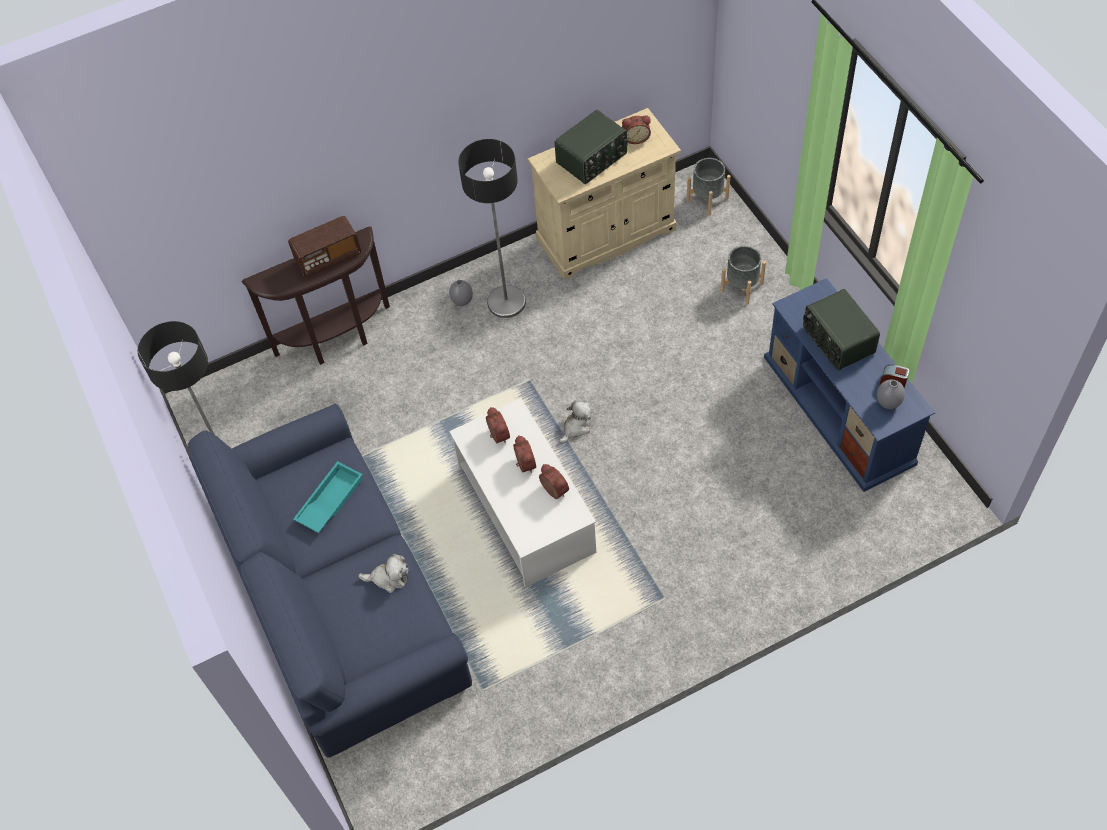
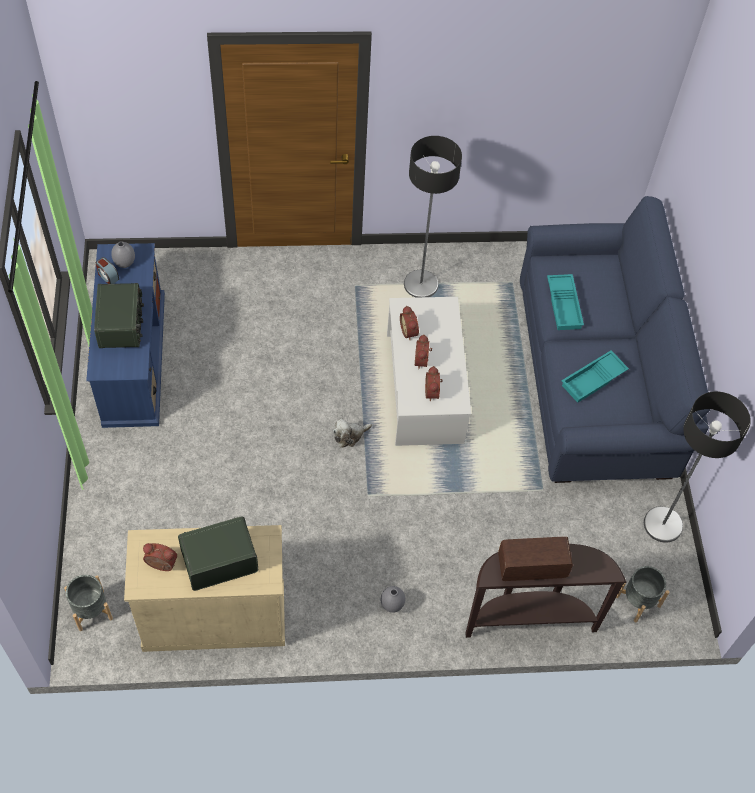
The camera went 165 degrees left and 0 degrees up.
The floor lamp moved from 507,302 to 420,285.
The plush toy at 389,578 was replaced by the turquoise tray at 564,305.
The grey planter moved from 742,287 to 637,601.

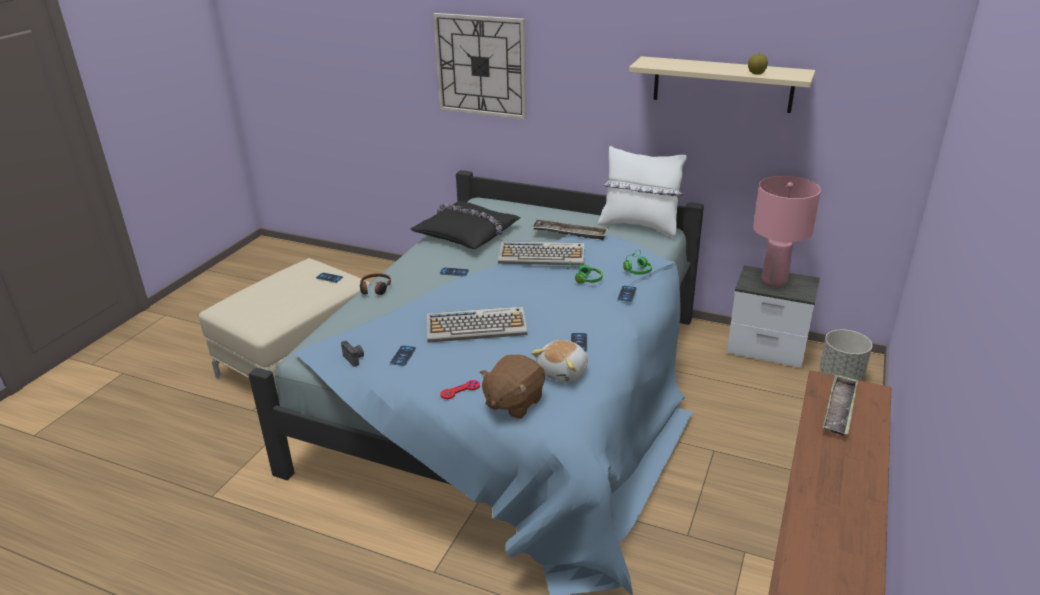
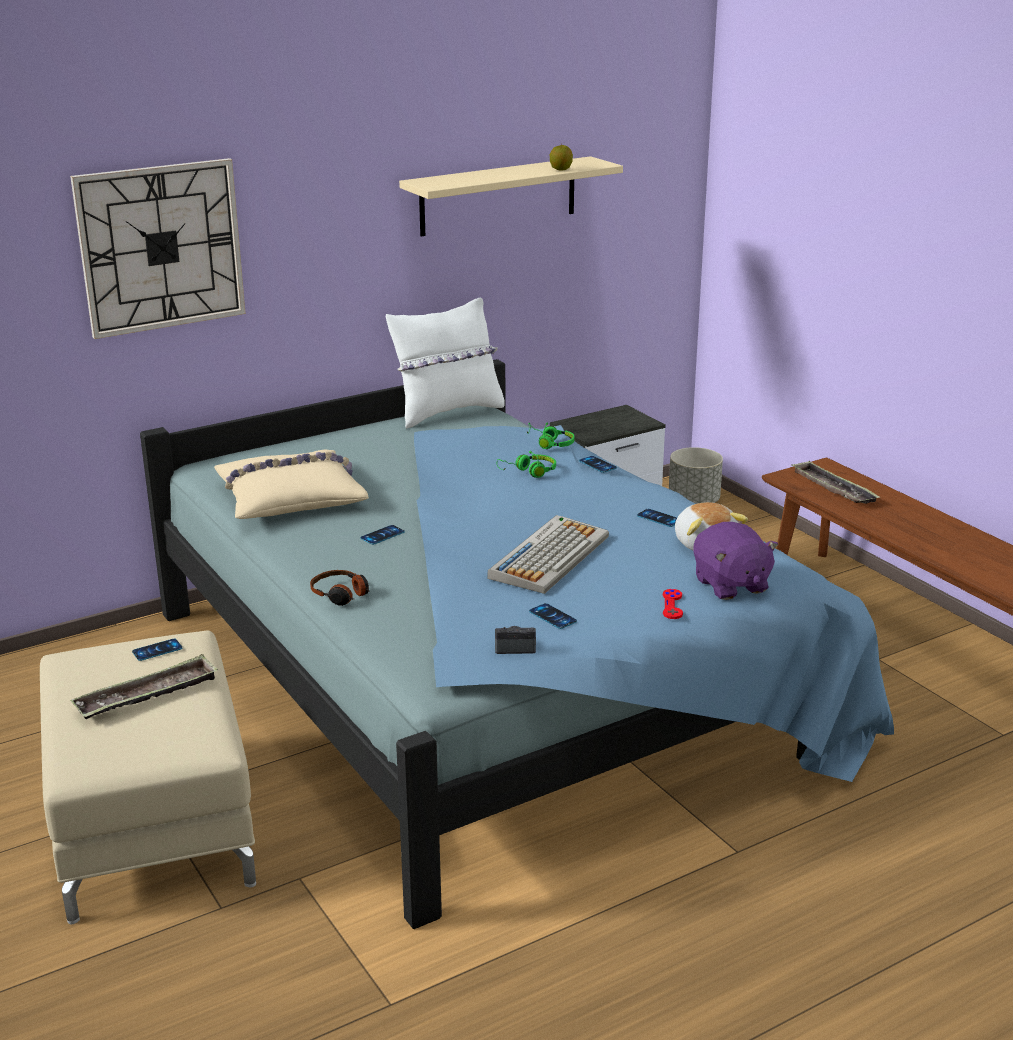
The camera went 55 degrees left and 5 degrees down.
The tray moved from 570,233 to 147,695.
The black pillow at 467,233 became the beige pillow at 290,498.
The brown plush toy at 513,402 became the purple plush toy at 730,585.
The keyboard at 542,255 disappeared.
The pink table lamp at 774,281 disappeared.

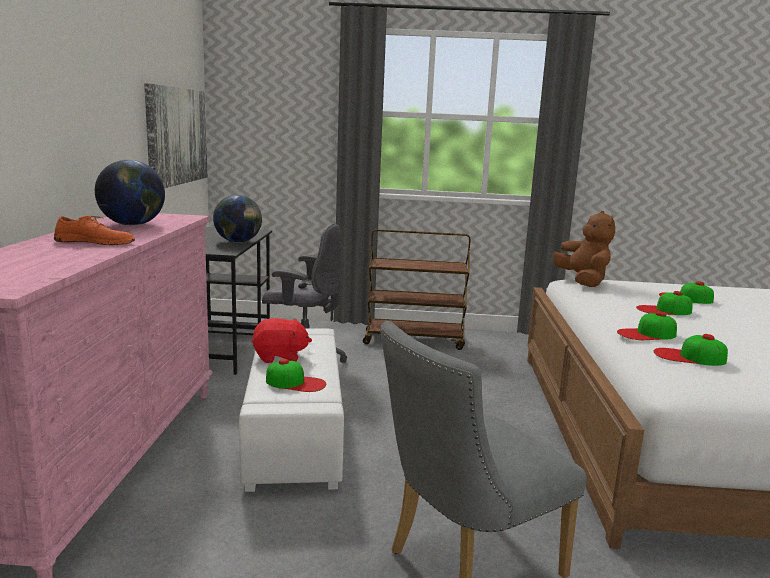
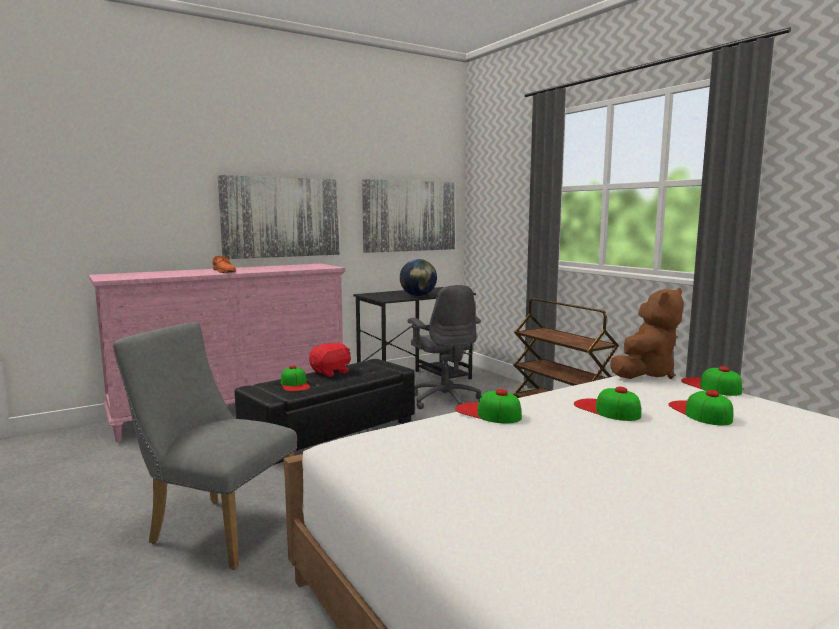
The camera went 55 degrees right and 5 degrees down.
The picture at 281,217 appeared.
The white ottoman at 293,431 became the black ottoman at 330,432.
The red plush toy at 280,357 turned 90 degrees counterclockwise.
The cap moved from 689,357 to 711,386.
The globe at 132,225 disappeared.

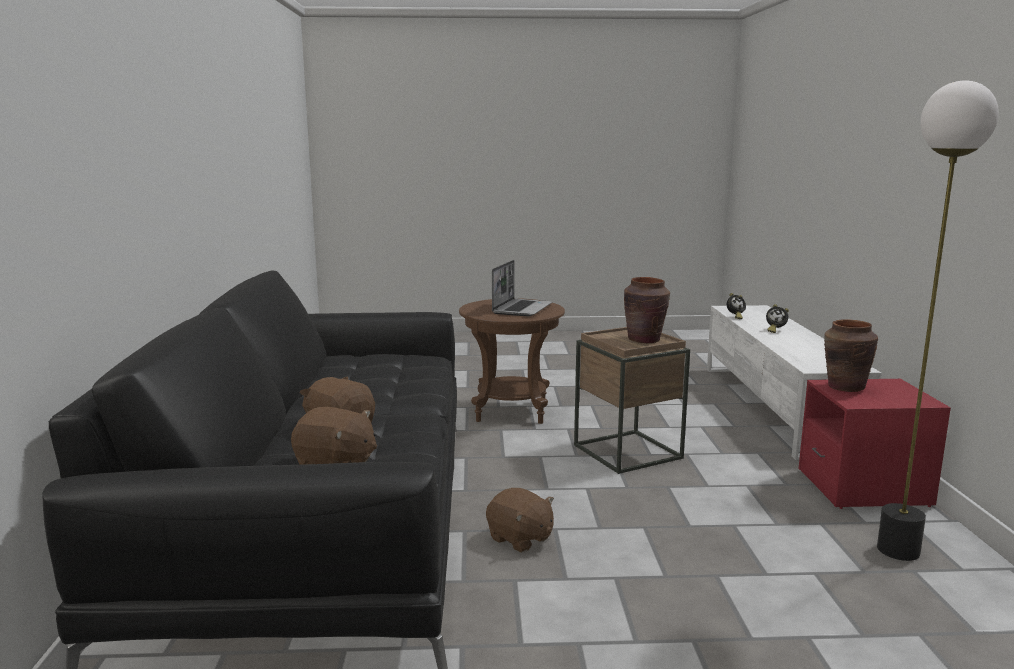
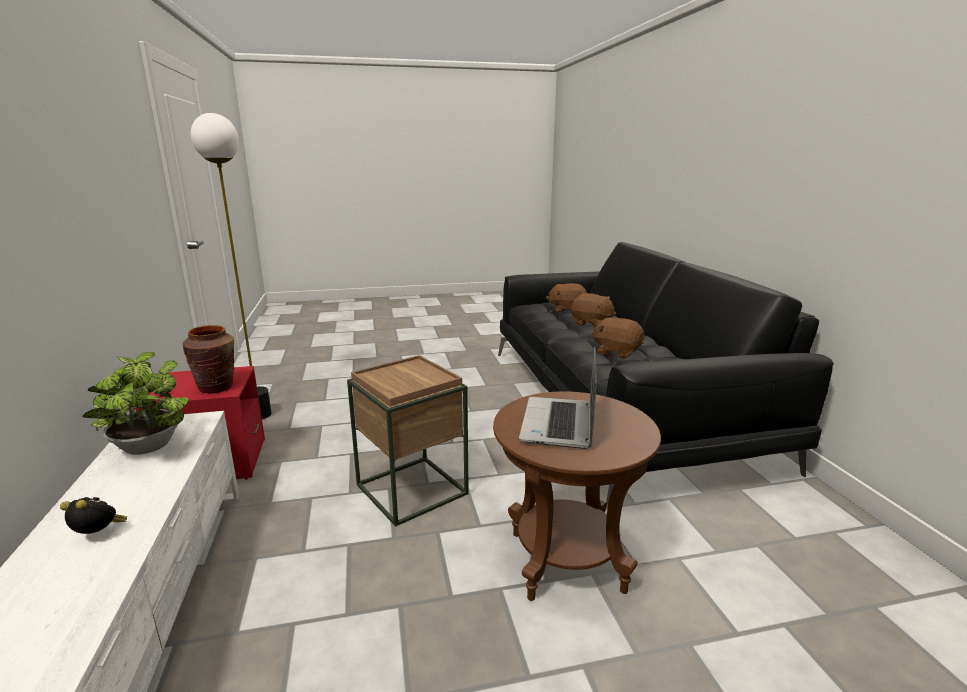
The camera went 170 degrees right and 5 degrees up.
The potted plant at 147,449 appeared.
The brown plush toy moved from 520,539 to 617,352.
The brown vase at 644,339 disappeared.
The alarm clock at 735,317 disappeared.

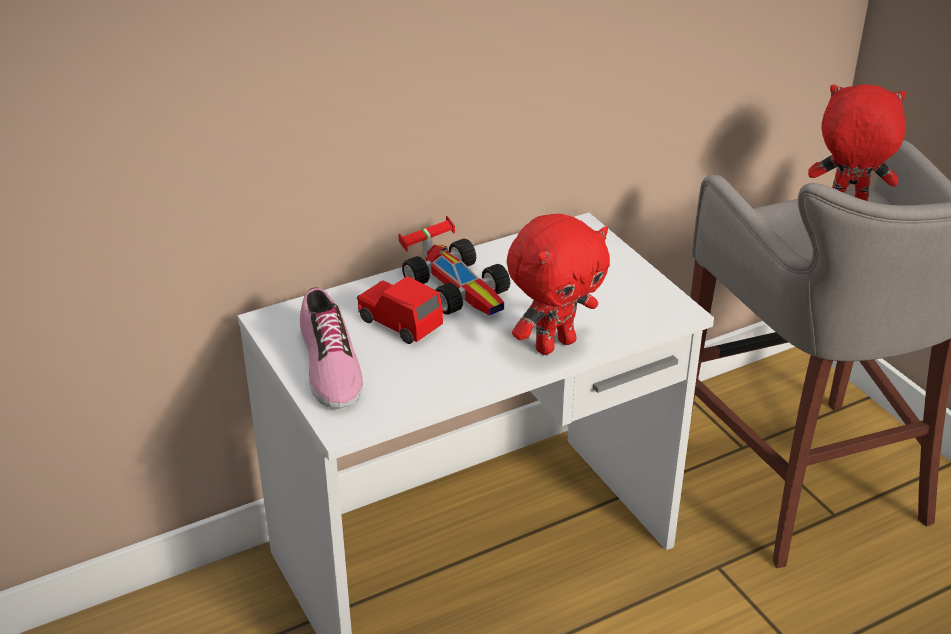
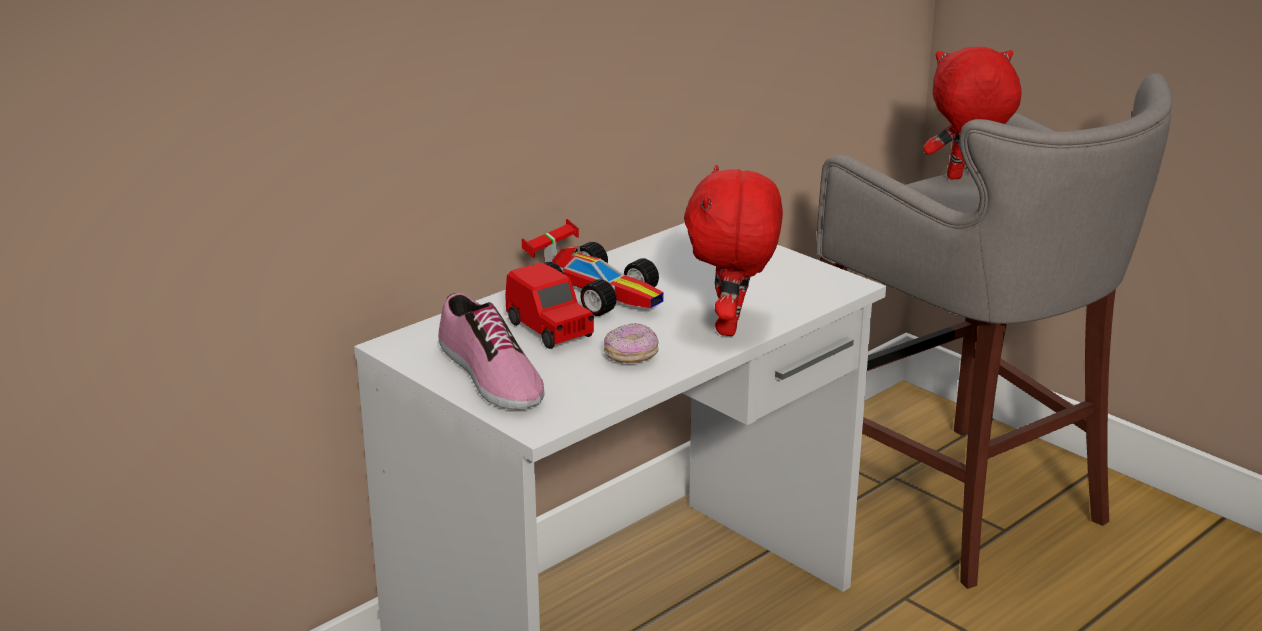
The camera went 15 degrees left and 10 degrees down.
The red toy car at 399,323 turned 150 degrees counterclockwise.
The donut at 631,356 appeared.
The red plush toy at 554,344 turned 150 degrees clockwise.

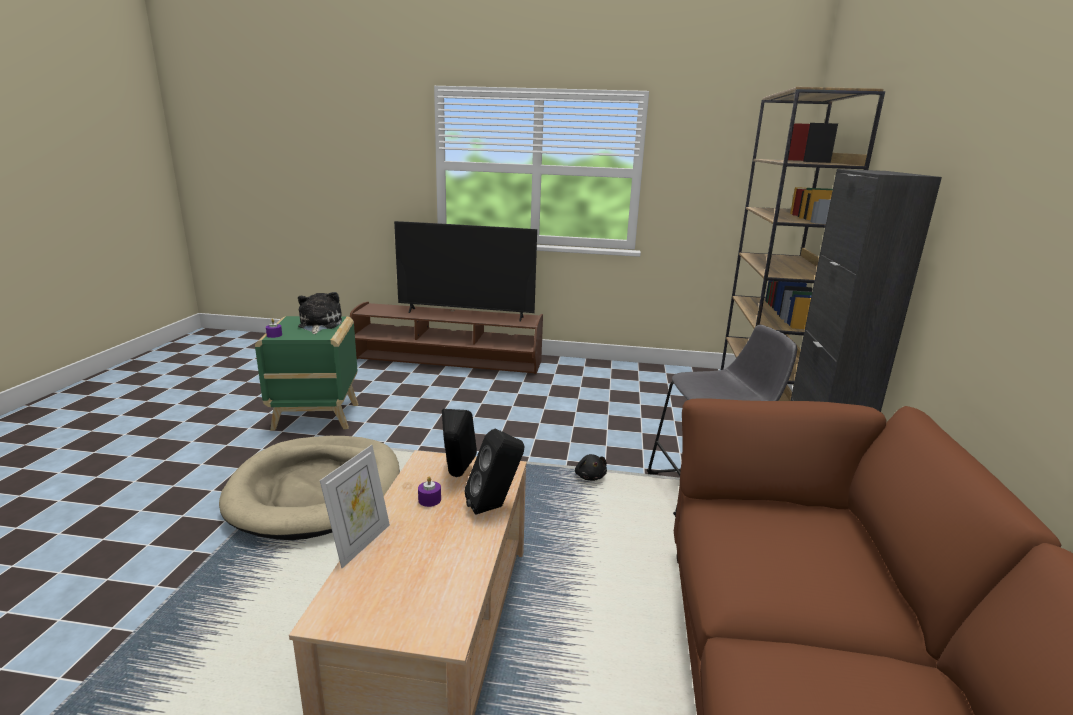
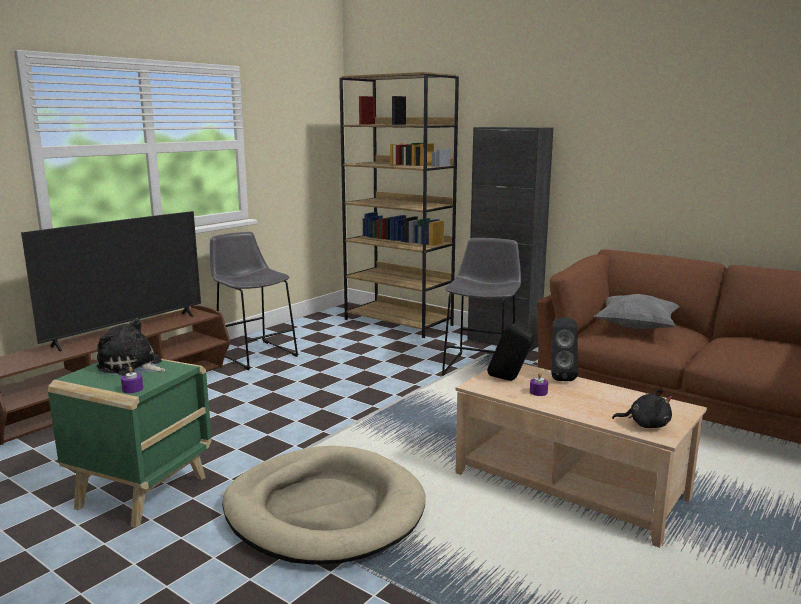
The camera went 60 degrees left and 5 degrees down.
The grey stool at 254,353 appeared.
The grey pillow at 636,328 appeared.
The black plush toy moved from 590,476 to 645,425.
The picture frame at 360,543 disappeared.

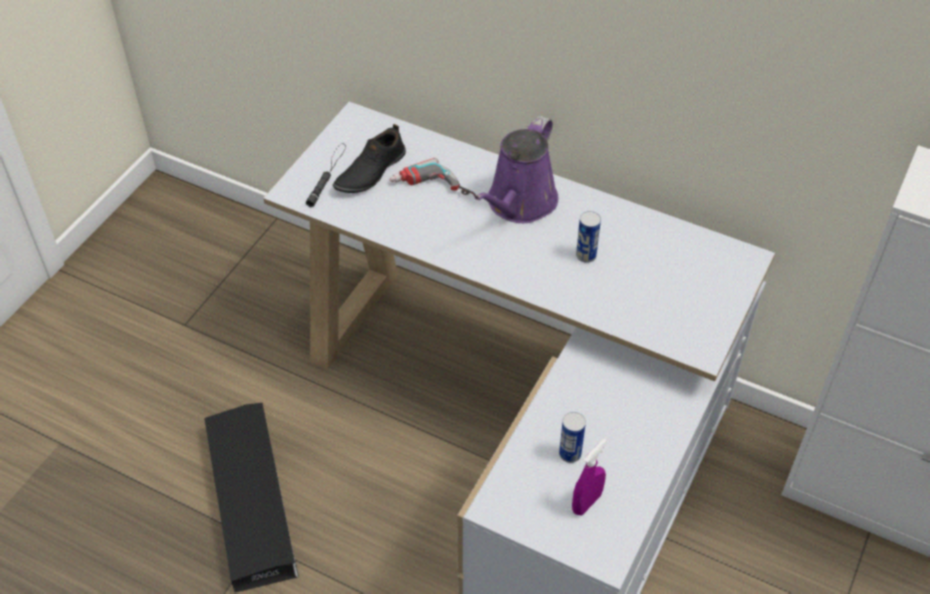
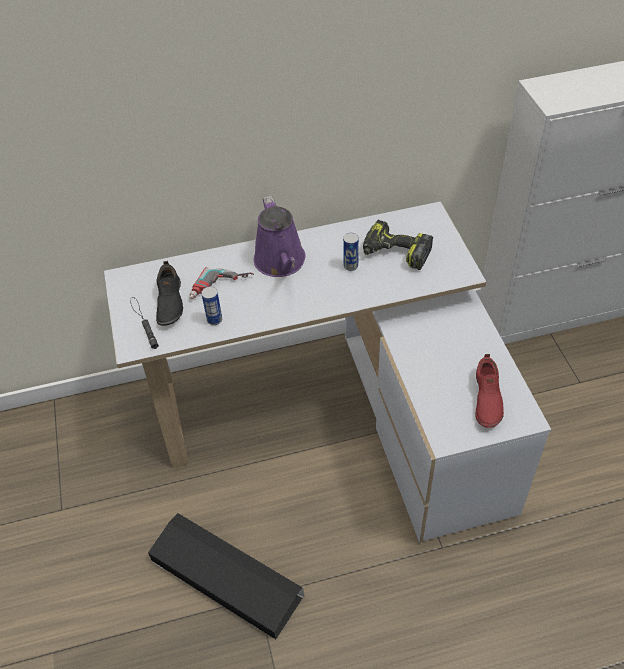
The camera went 40 degrees left and 0 degrees up.
The can moved from 570,454 to 214,320.
The power drill at 395,253 appeared.
The purple spray bottle at 586,503 was replaced by the red shoe at 486,399.

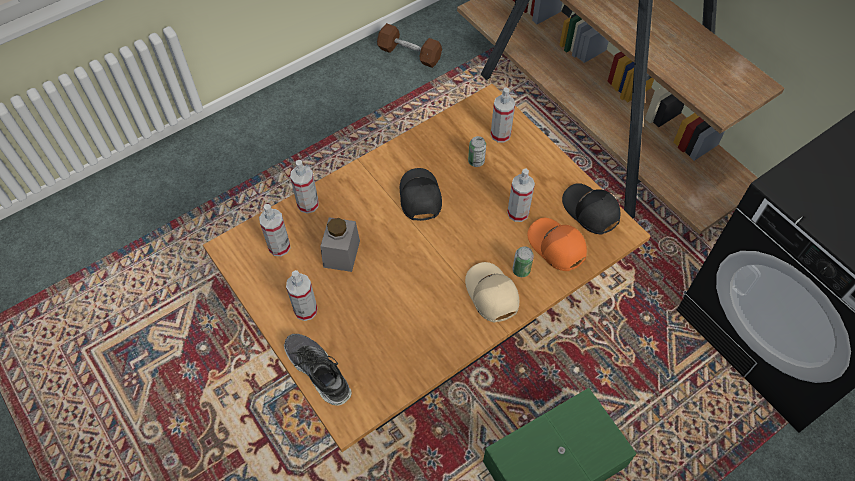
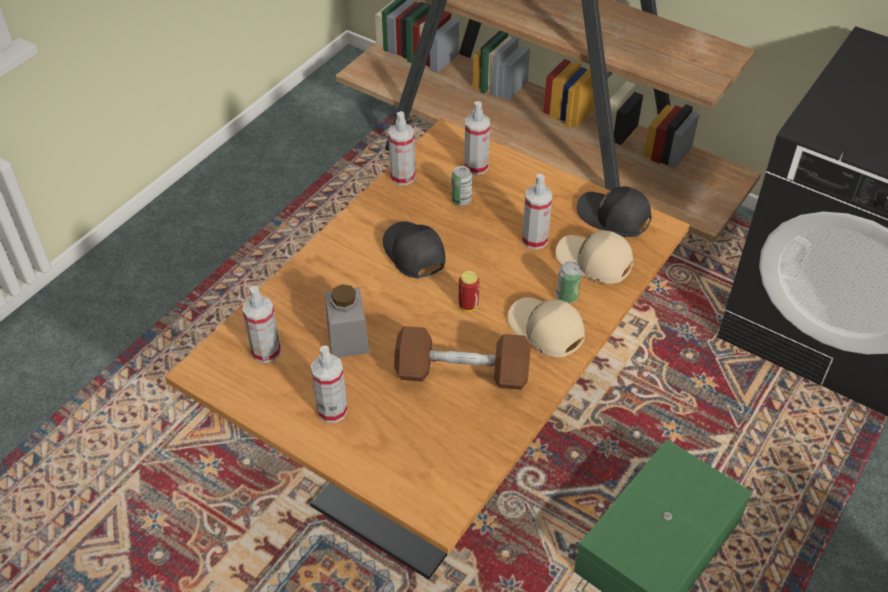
The camera went 20 degrees left and 10 degrees down.
The spray bottle moved from 308,204 to 402,177.
The brown dumbbell moved from 409,54 to 462,373.
The can at 468,306 appeared.
The orange cap at 556,247 became the beige cap at 594,262.
The shoe at 317,371 disappeared.

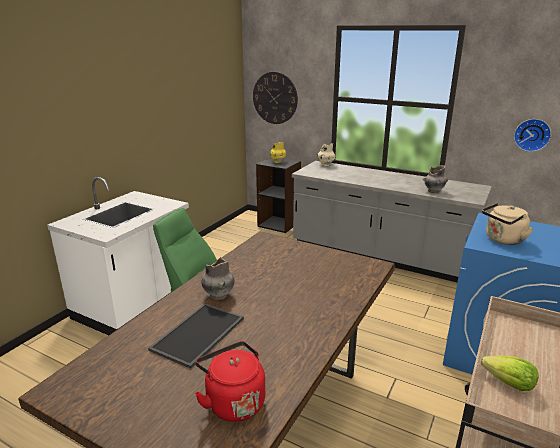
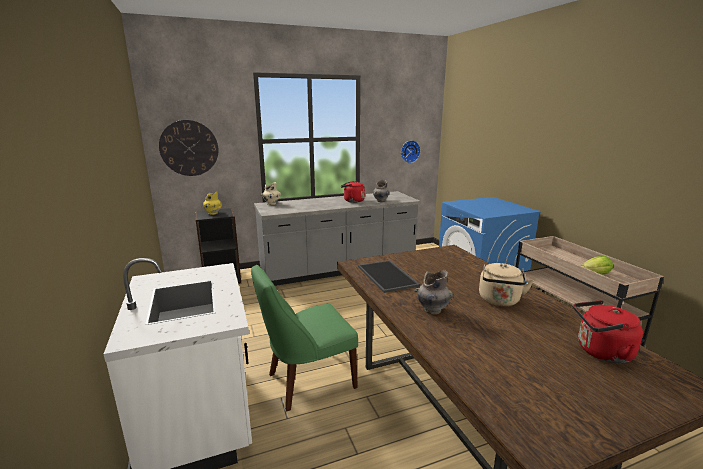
The camera went 50 degrees left and 5 degrees down.
The red kettle at 352,201 appeared.
The tray moved from 199,335 to 388,276.
The beige kettle moved from 502,240 to 499,301.

